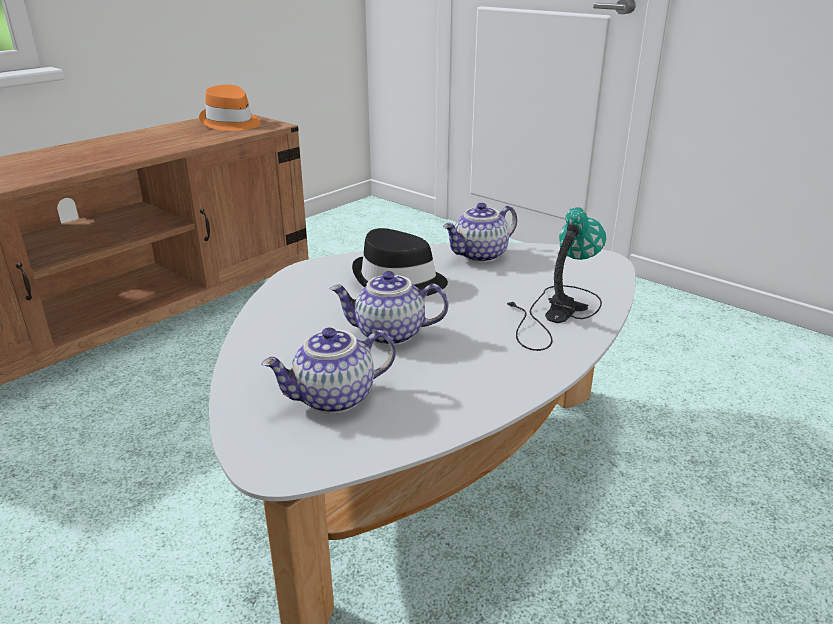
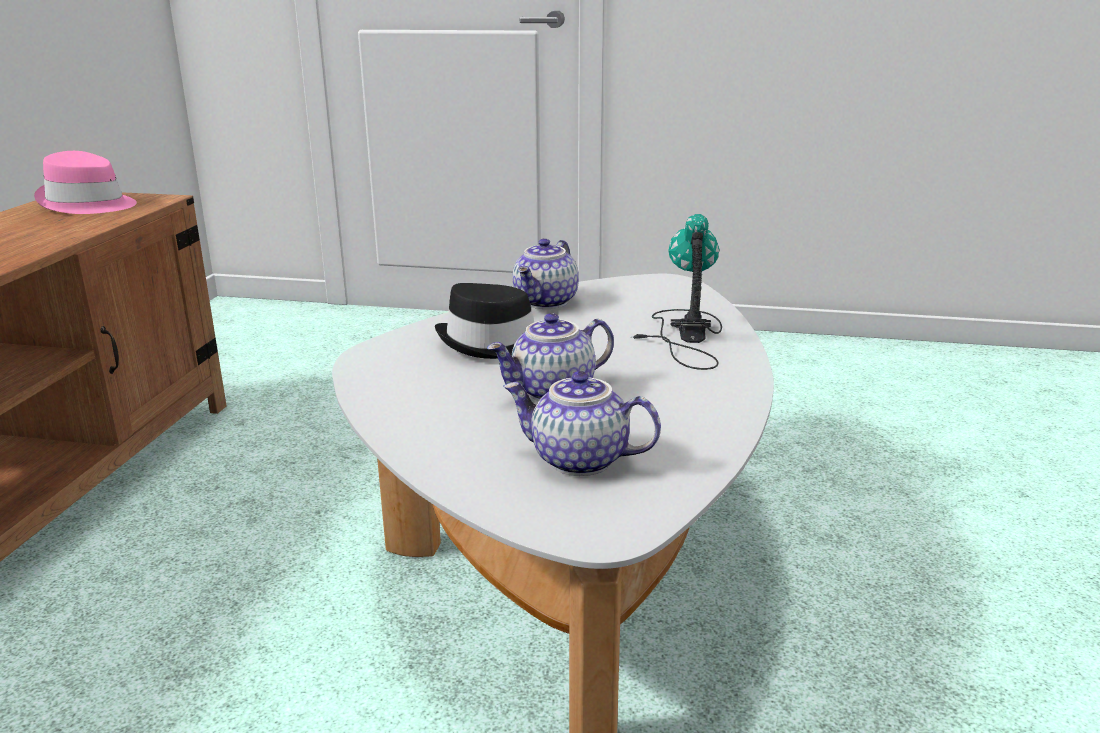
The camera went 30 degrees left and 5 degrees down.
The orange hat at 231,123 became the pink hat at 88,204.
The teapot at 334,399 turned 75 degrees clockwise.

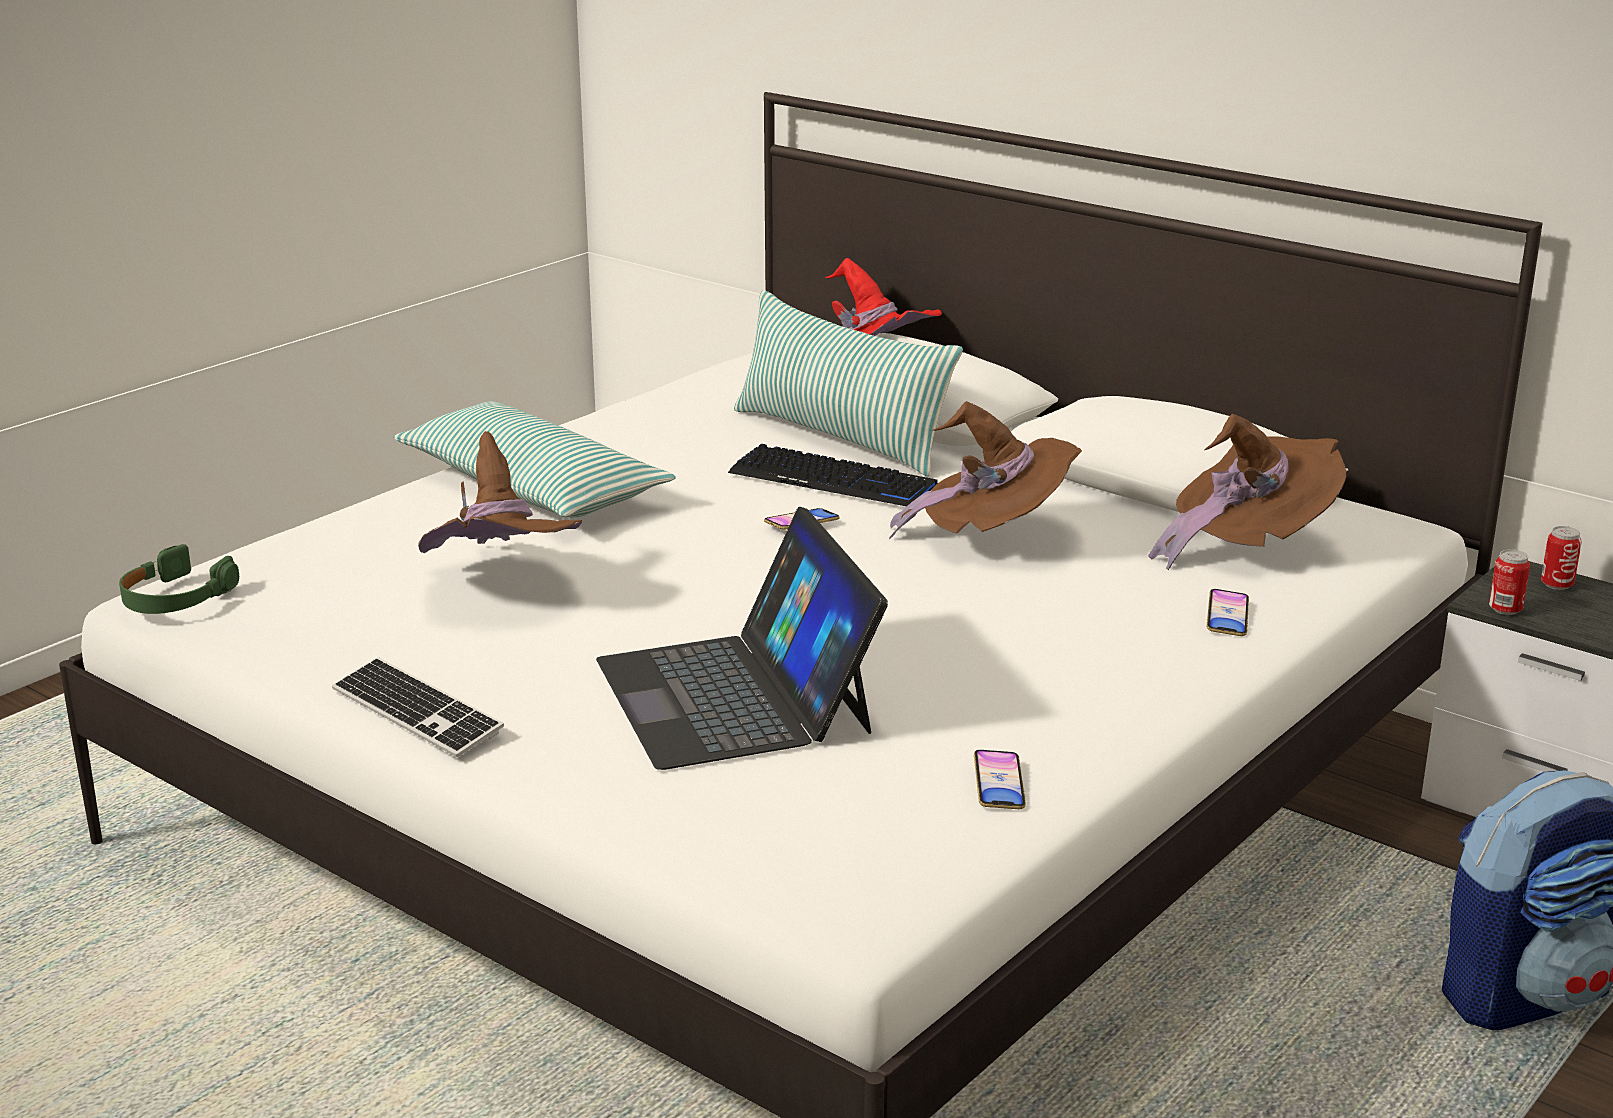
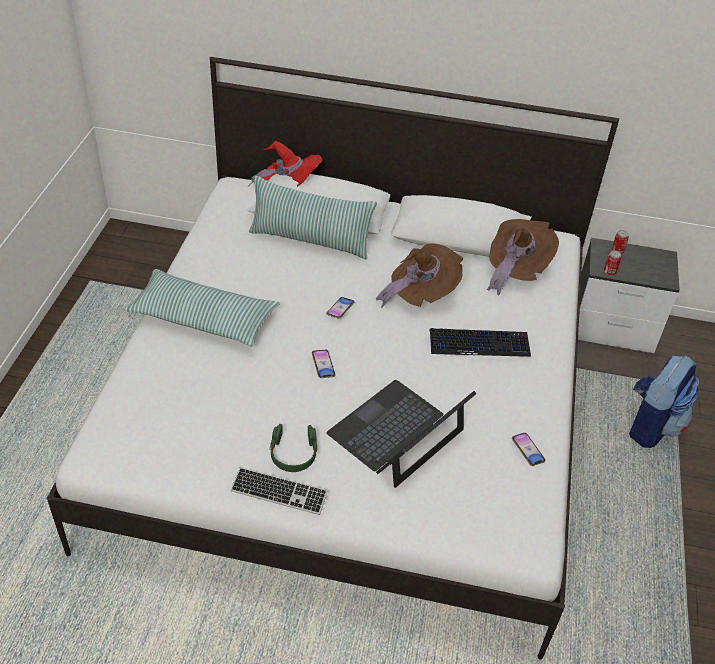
The camera went 30 degrees left and 20 degrees up.
The green headphones moved from 175,597 to 293,453.
The phone moved from 1227,618 to 323,365.
The laptop at 736,695 turned 90 degrees clockwise.
The keyboard moved from 833,481 to 479,344.
The brown hat at 501,586 disappeared.

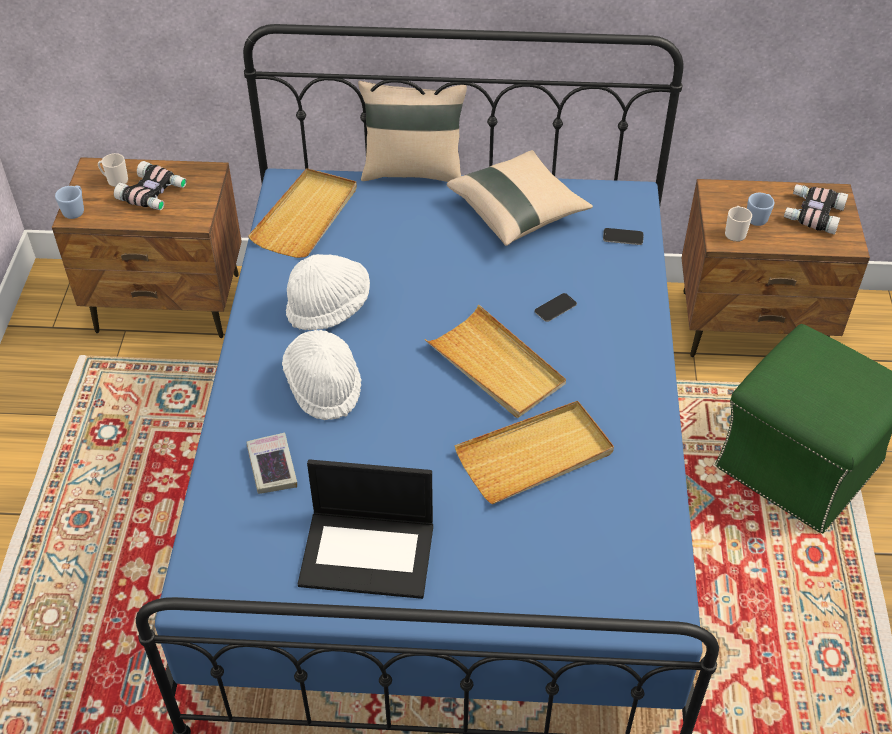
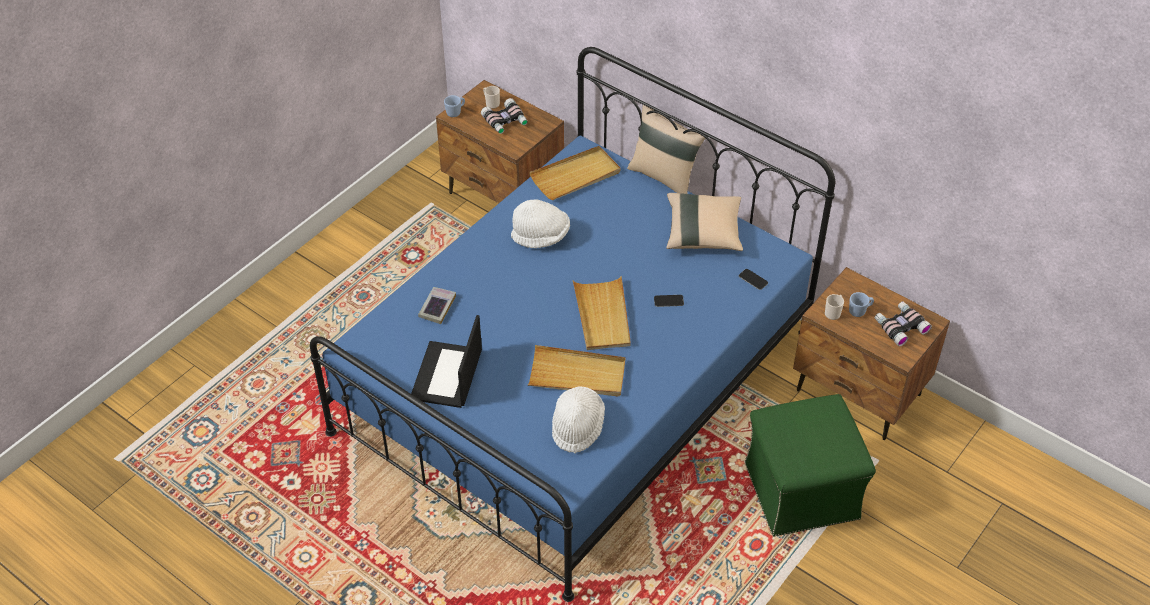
The camera went 35 degrees right and 0 degrees up.
The laptop at 369,553 turned 60 degrees clockwise.
The white hat moved from 324,386 to 577,427.

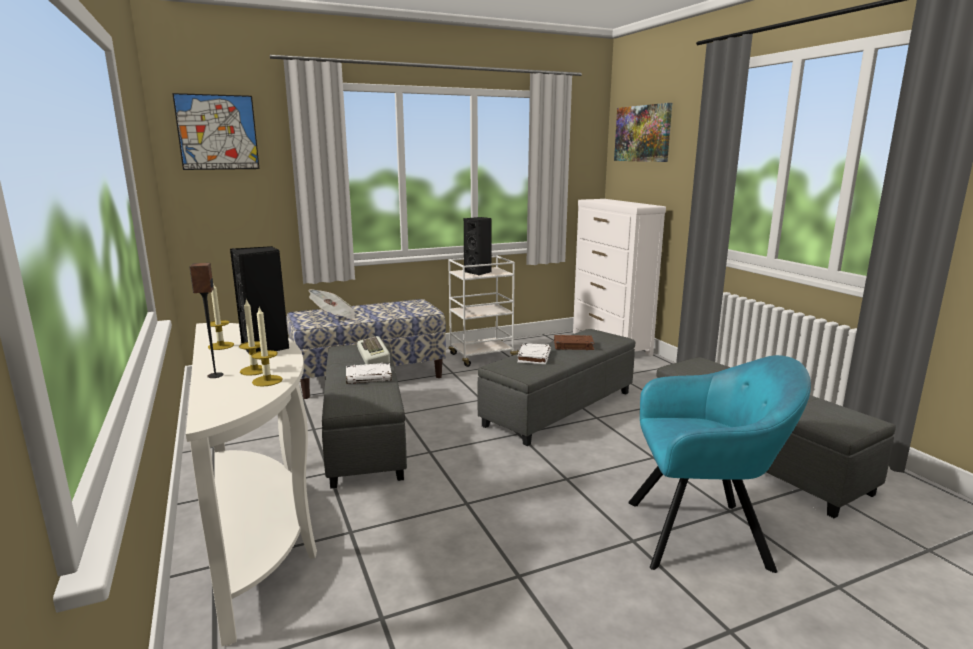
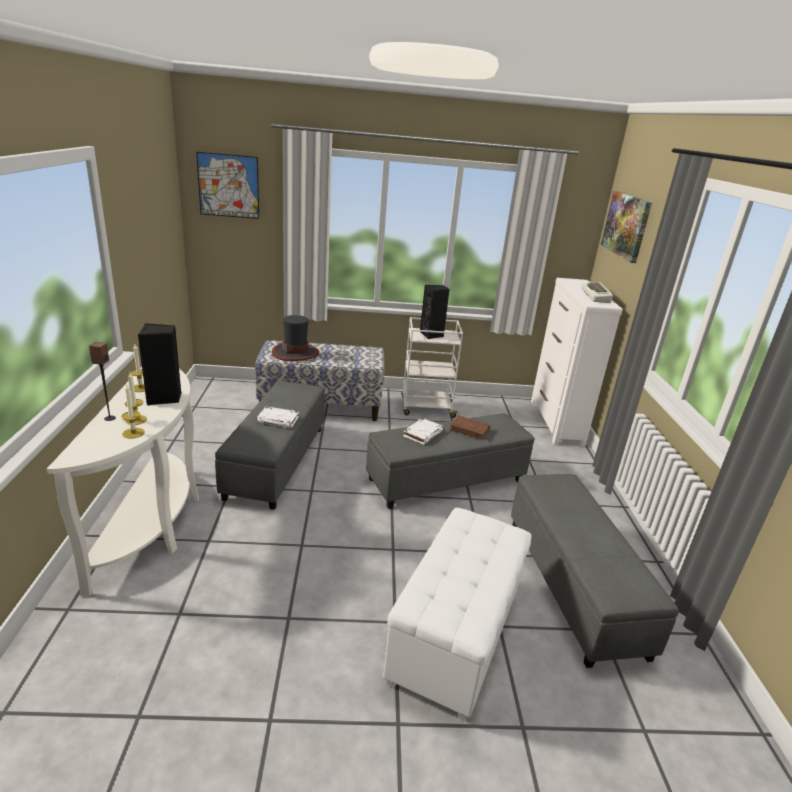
The camera went 20 degrees right and 10 degrees up.
The newspaper at 334,316 was replaced by the hat at 295,353.
The turquoise armchair at 703,534 was replaced by the white ottoman at 456,638.
The keyboard moved from 375,356 to 596,296.

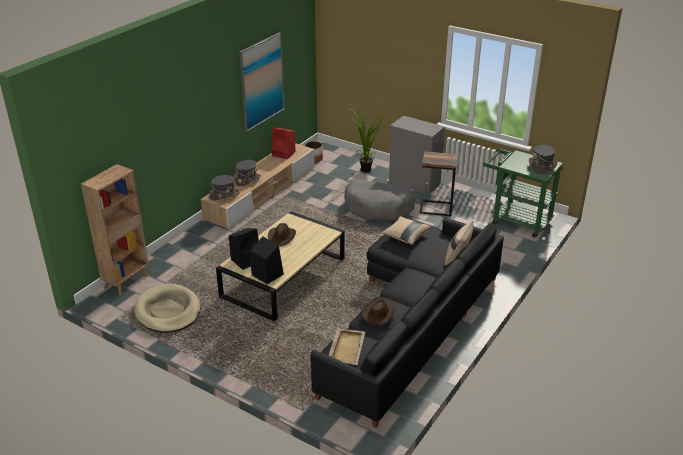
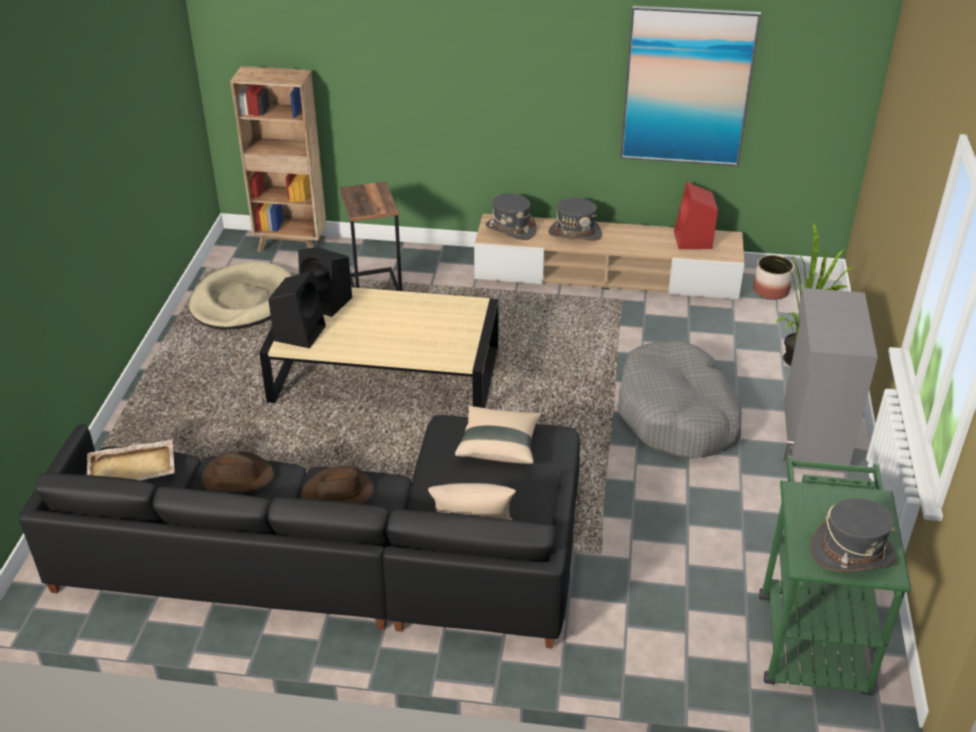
The camera went 65 degrees right and 5 degrees up.
The brown hat moved from 282,237 to 338,493.
The side table moved from 436,208 to 373,288.

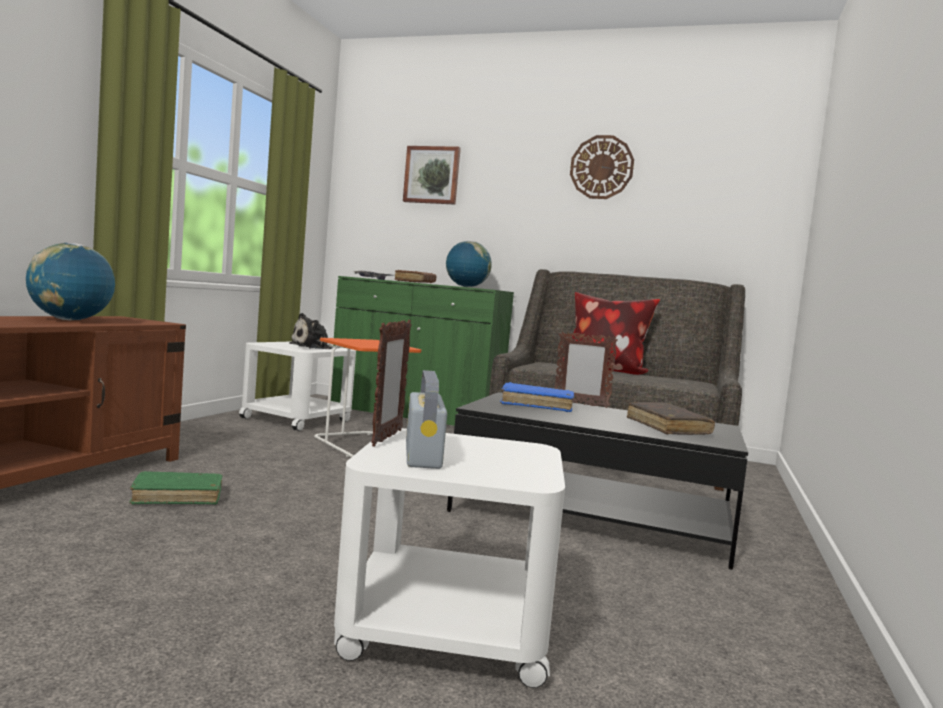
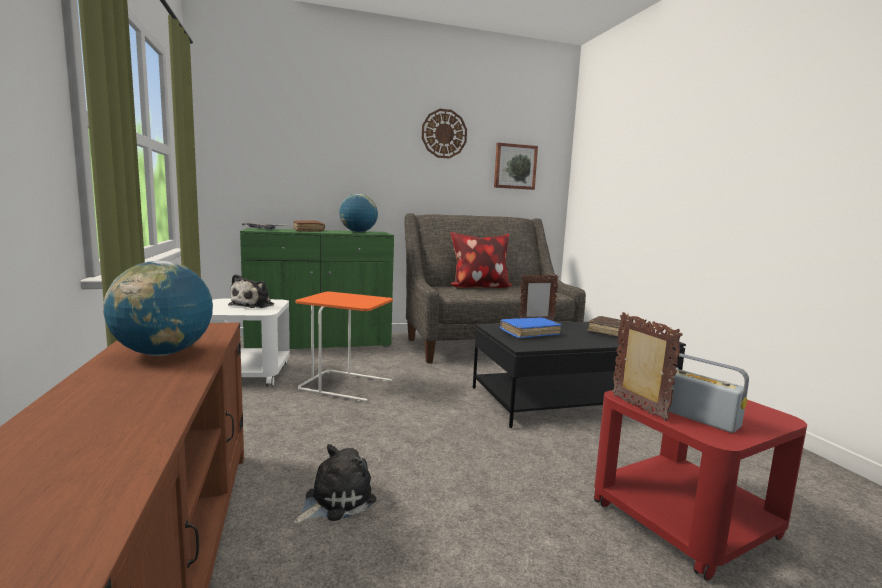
The camera went 35 degrees left and 5 degrees up.
The green book at 177,497 was replaced by the plush toy at 335,500.
The picture moved from 432,175 to 515,166.
The white side table at 447,625 became the red side table at 683,521.

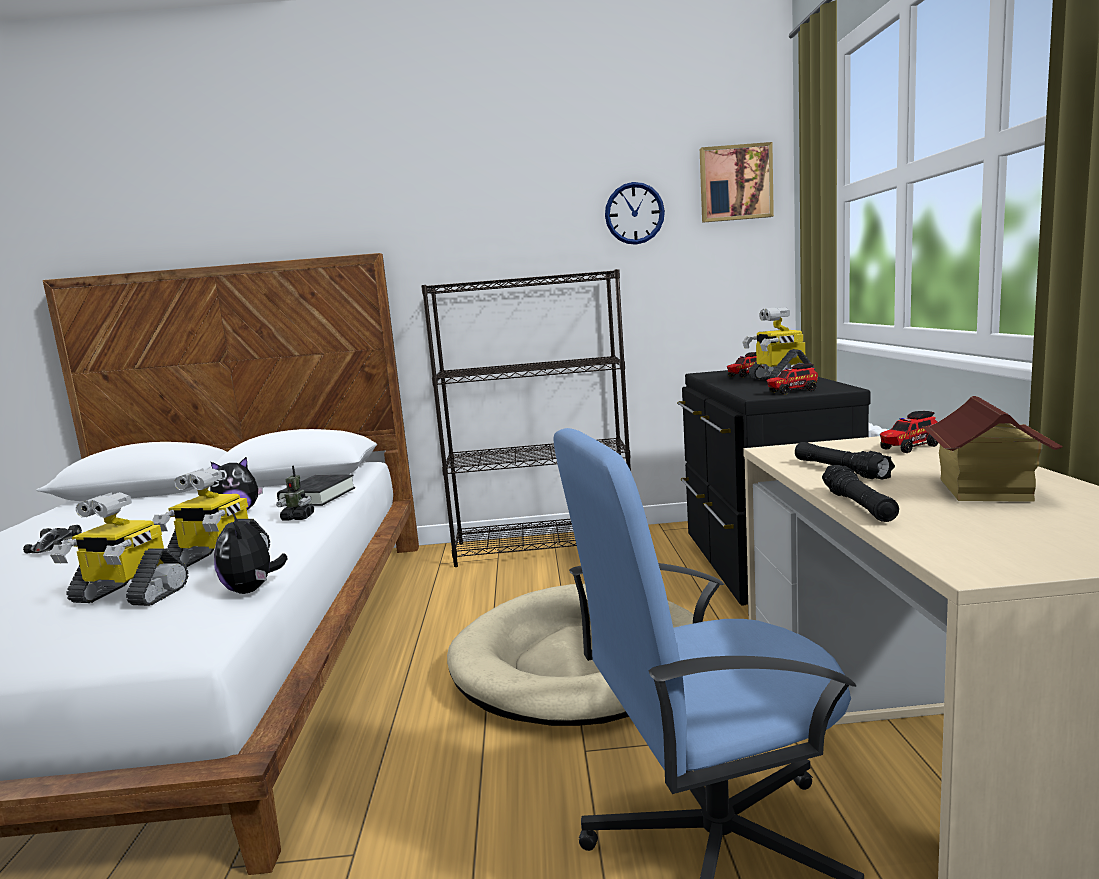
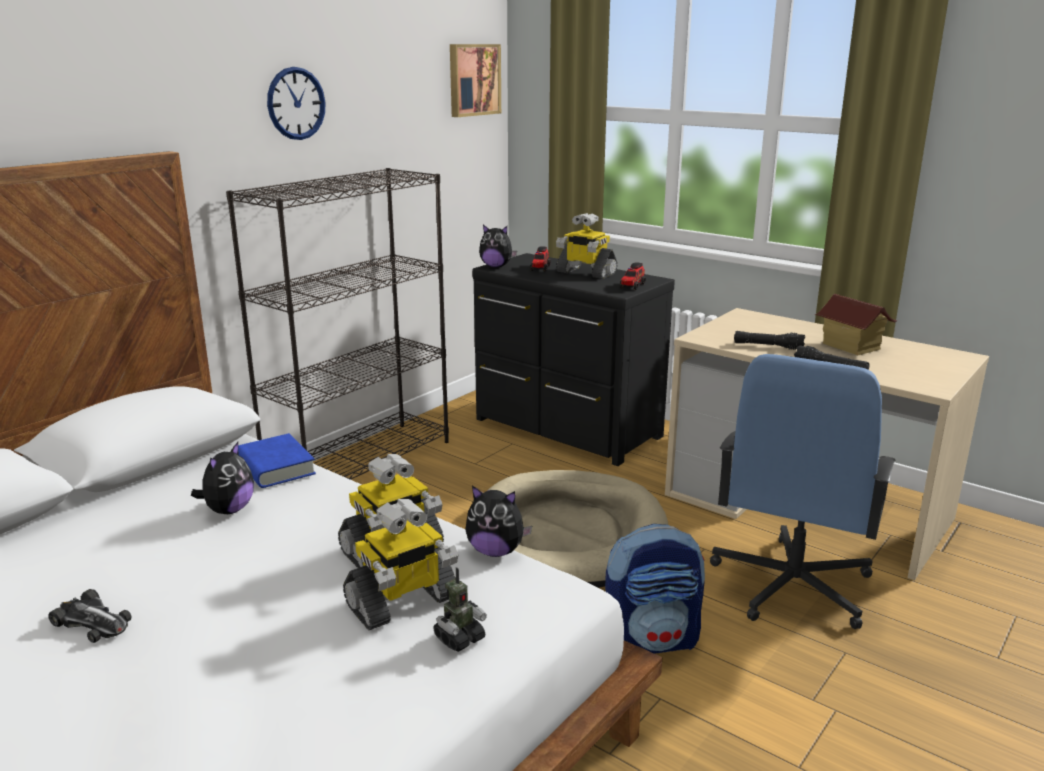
The camera went 50 degrees left and 10 degrees up.
The black book at 318,496 became the blue book at 275,467.
The wall clock moved from 634,213 to 296,103.
The toy robot moved from 298,518 to 459,638.
The plush toy at 496,266 appeared.
The backpack at 651,640 appeared.
The toy truck at 908,448 disappeared.

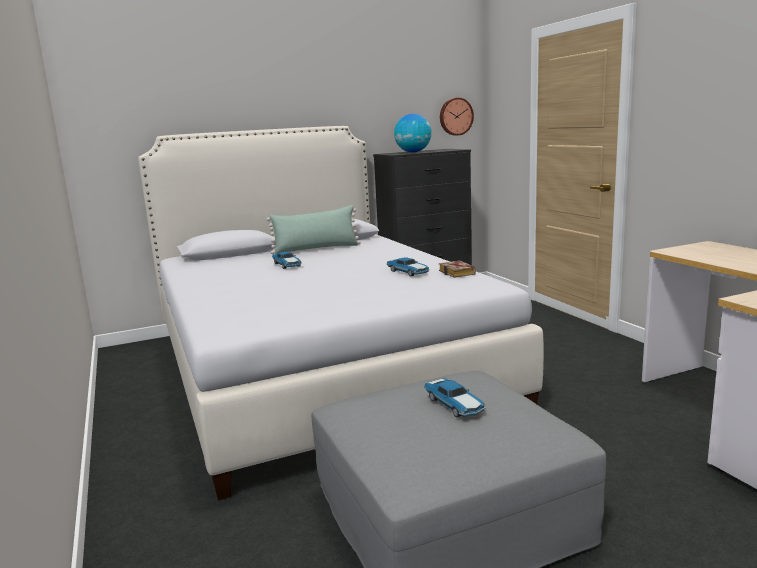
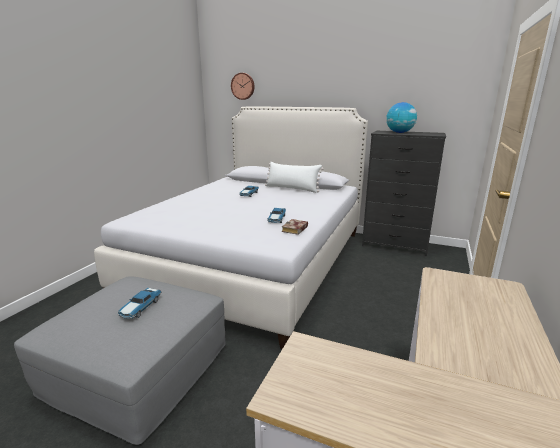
The camera went 45 degrees right and 5 degrees up.
The wall clock moved from 455,116 to 243,86.
The green pillow at 316,249 became the white pillow at 292,188.

